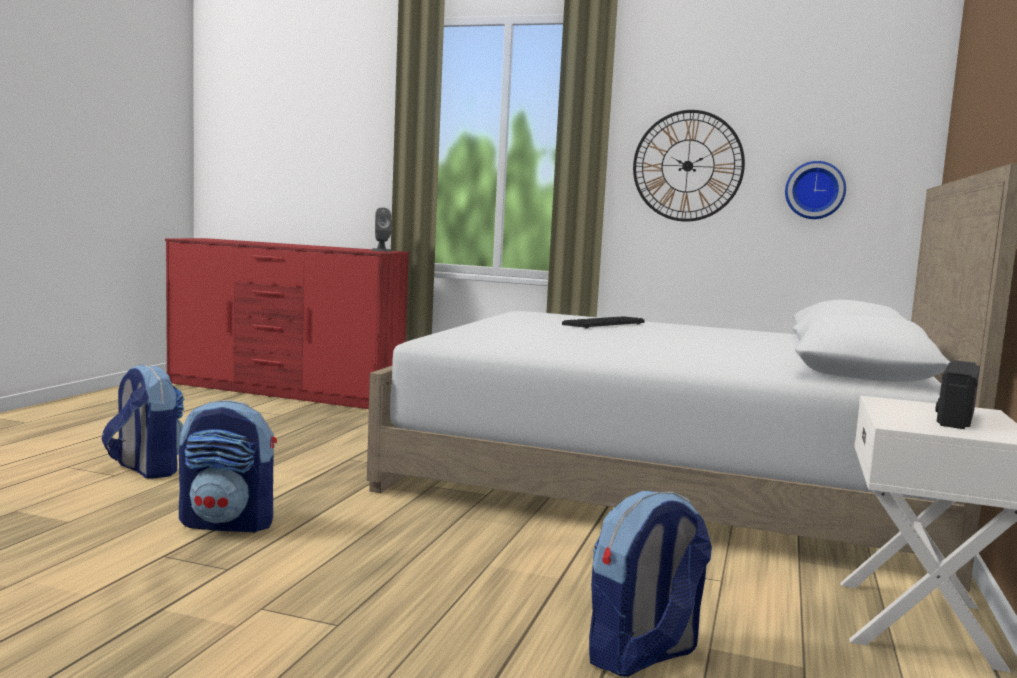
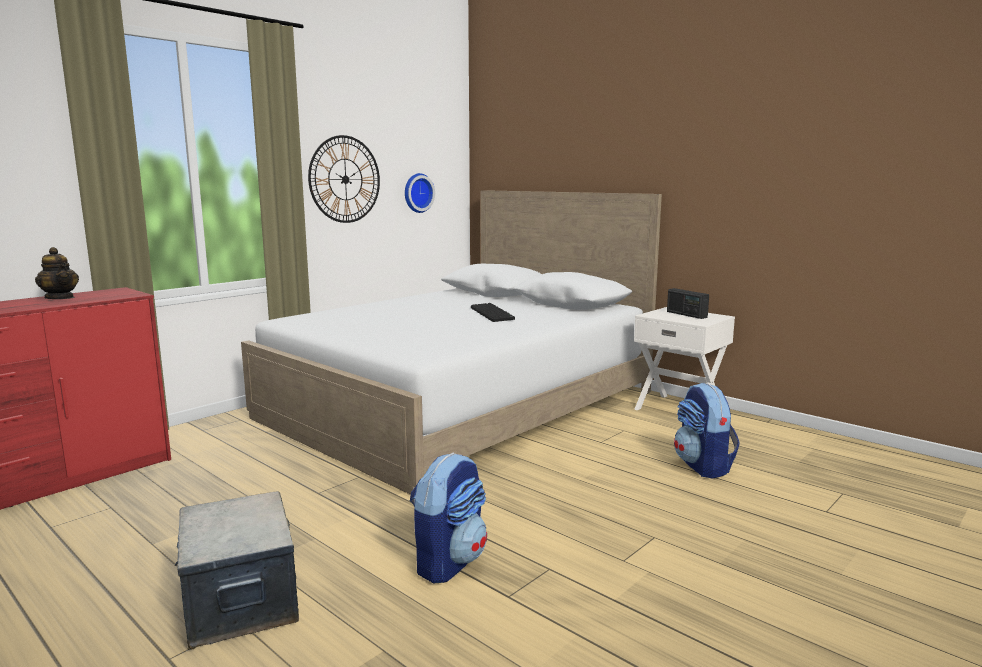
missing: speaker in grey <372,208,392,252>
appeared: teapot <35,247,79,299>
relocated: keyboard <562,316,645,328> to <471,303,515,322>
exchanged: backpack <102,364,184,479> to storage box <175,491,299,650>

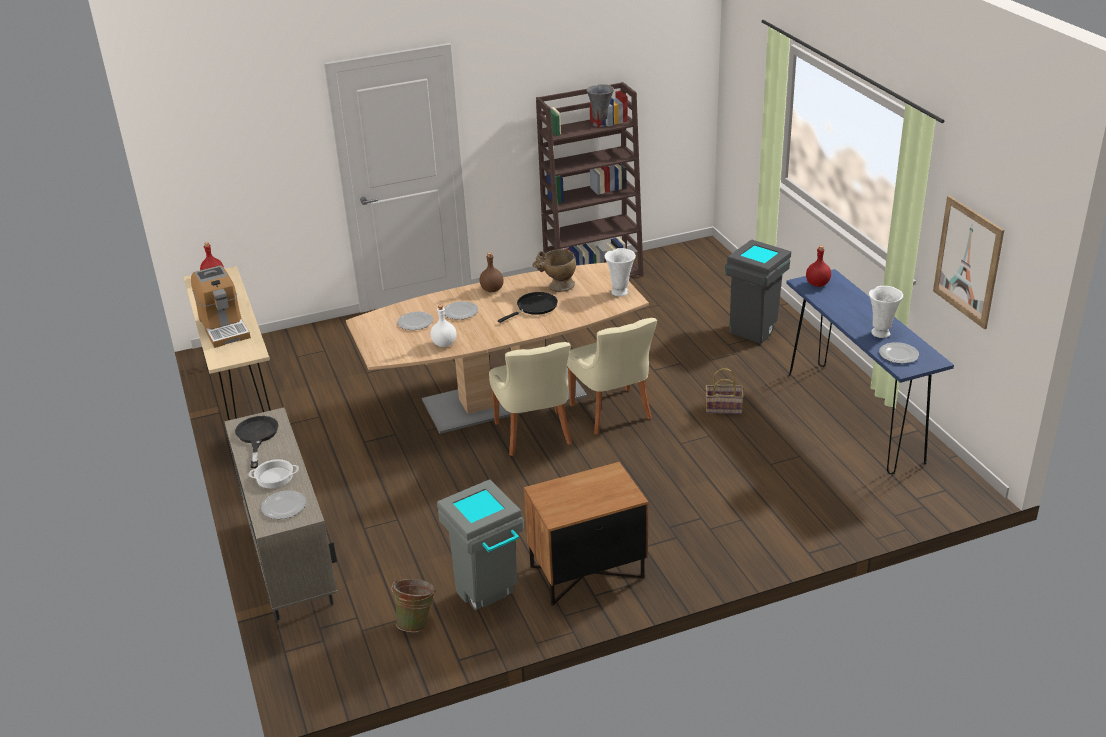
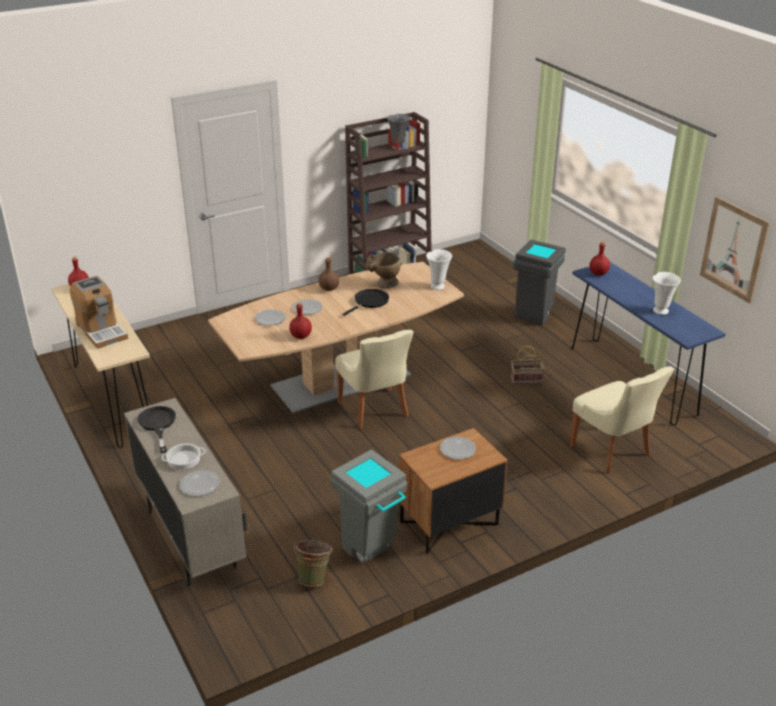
relocated: chair in beige <567,318,657,434> to <570,366,674,474>; plate <879,342,919,364> to <440,437,476,460>
colour: bottle in white <430,305,456,347> to bottle in red <289,302,312,339>

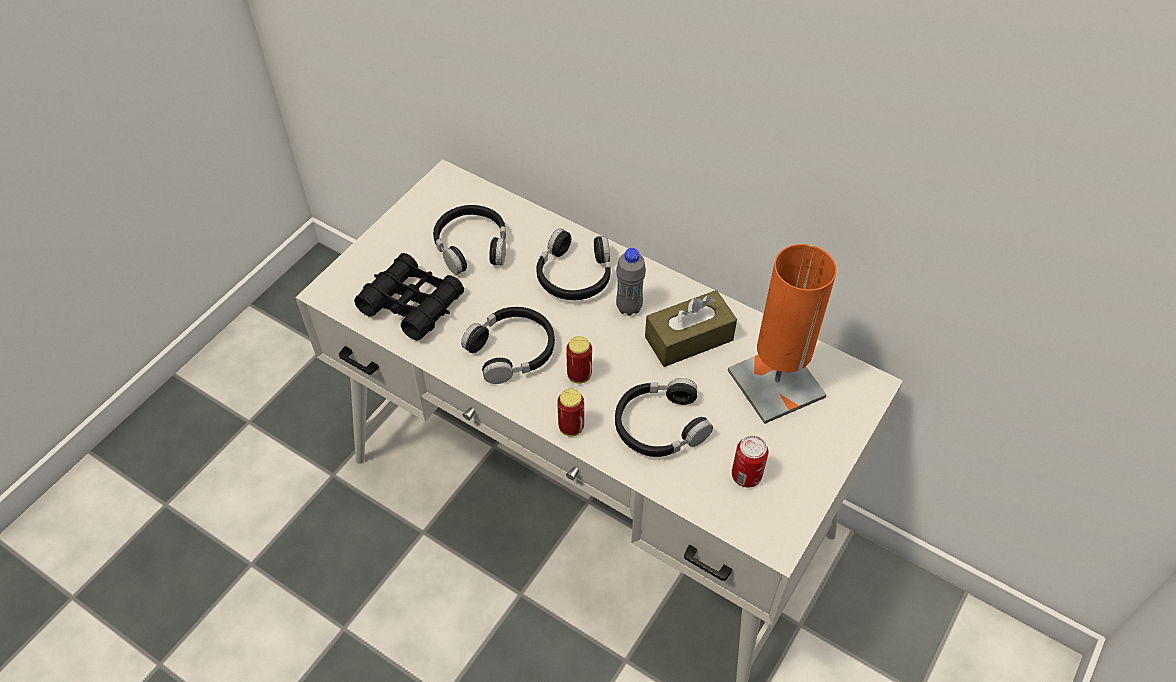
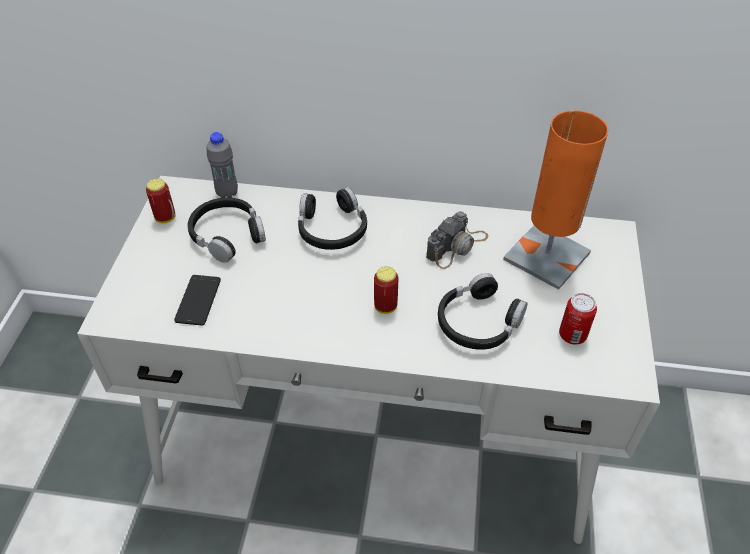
missing: headphones in black <461,307,555,384>
relocated: can <557,389,584,436> to <146,178,175,223>; bottle in grey <616,248,646,316> to <207,132,238,198>
exchanged: binoculars in black <354,253,464,341> to phone <174,275,221,326>; tissue box in brown <645,290,737,367> to photo camera <426,211,488,269>

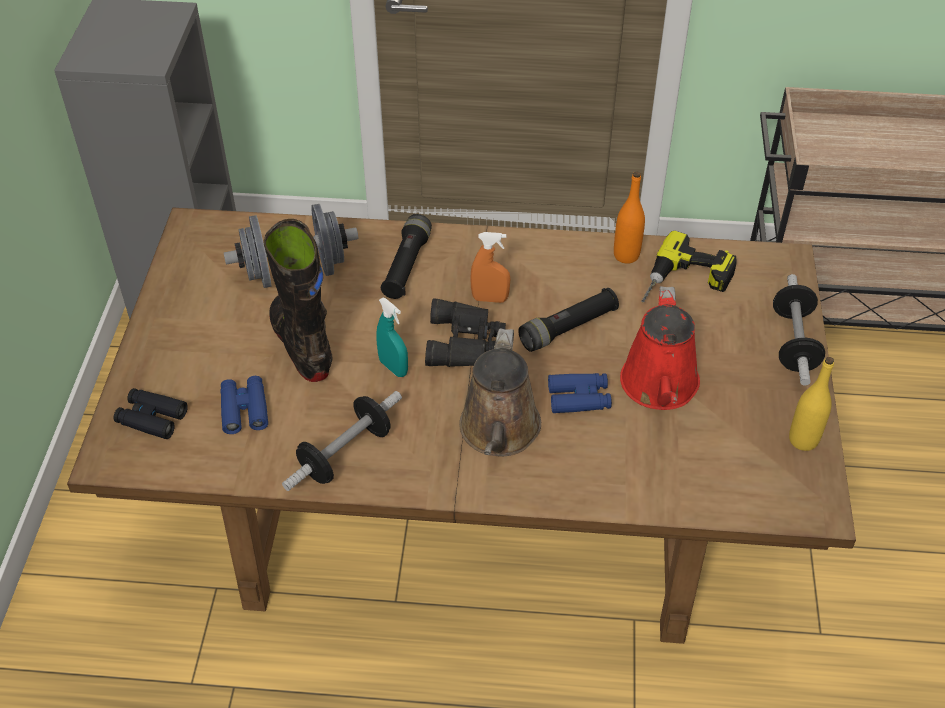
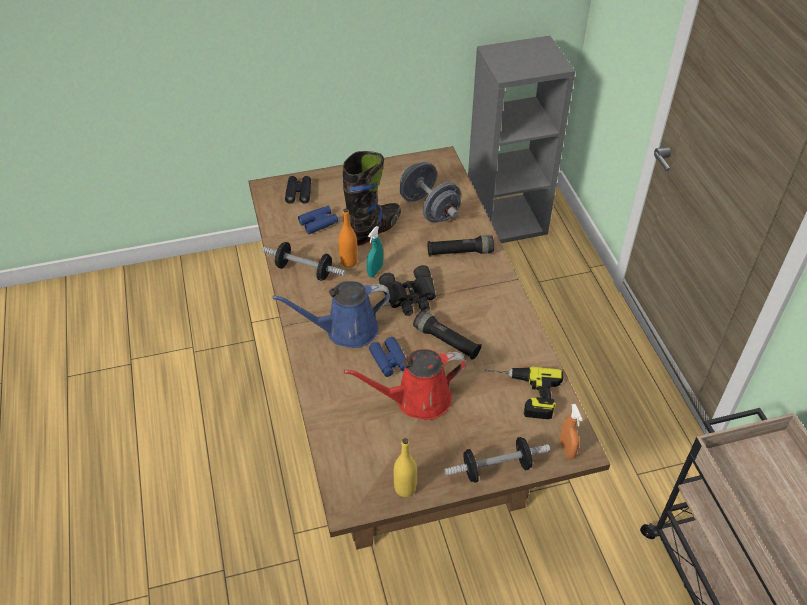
relocated: spray bottle in orange <470,232,510,303> to <560,404,583,459>; bottle in orange <614,172,645,264> to <338,208,358,267>
colour: watering can in brown <459,328,541,456> to watering can in blue <273,281,390,348>

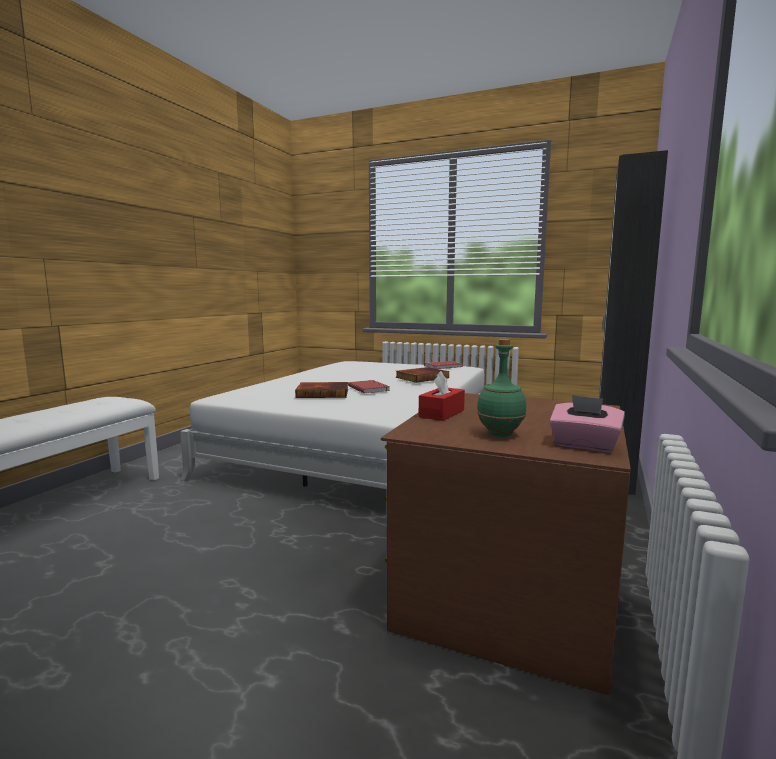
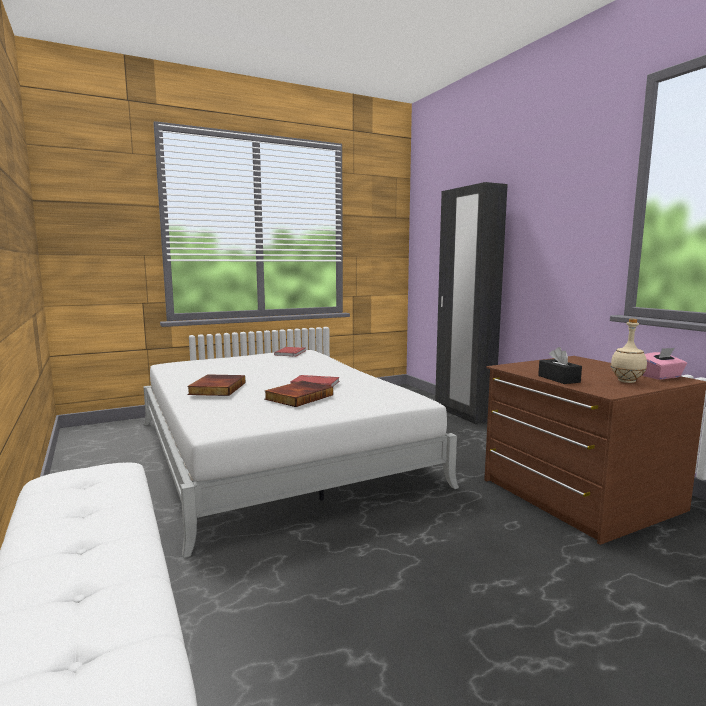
relocated: book <395,367,449,383> to <187,374,246,396>
colour: tissue box in red <419,371,465,421> to tissue box in black <538,347,582,384>; bottle in green <477,339,527,437> to bottle in beige <610,319,647,383>

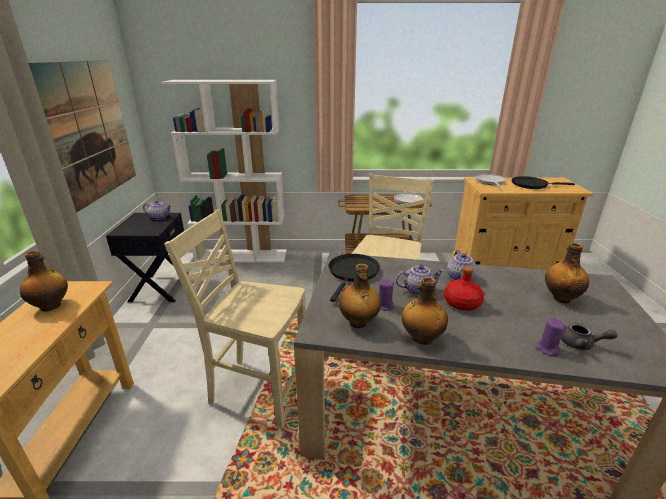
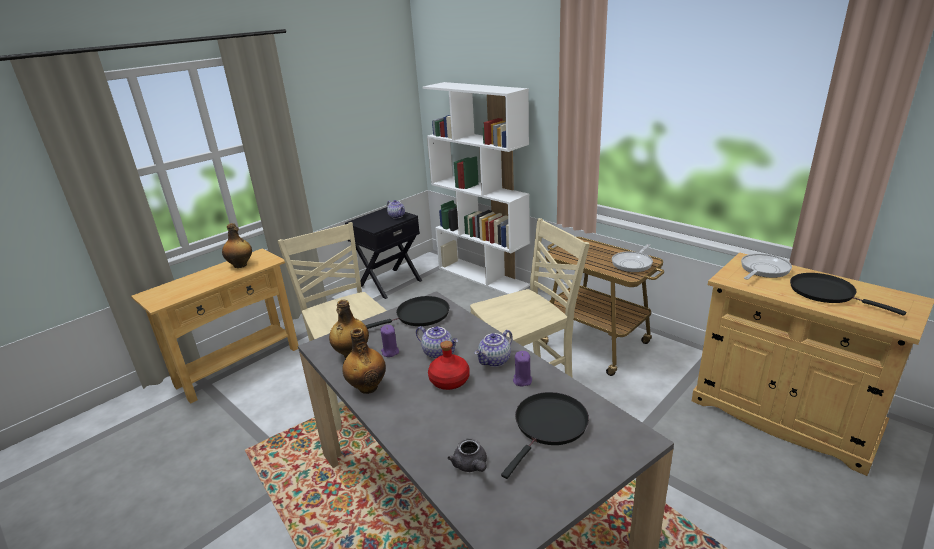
missing: picture <29,60,136,213>
relocated: candle in purple <535,317,566,356> to <513,351,532,387>
exchanged: bottle <545,242,589,304> to frying pan in black <501,392,589,479>

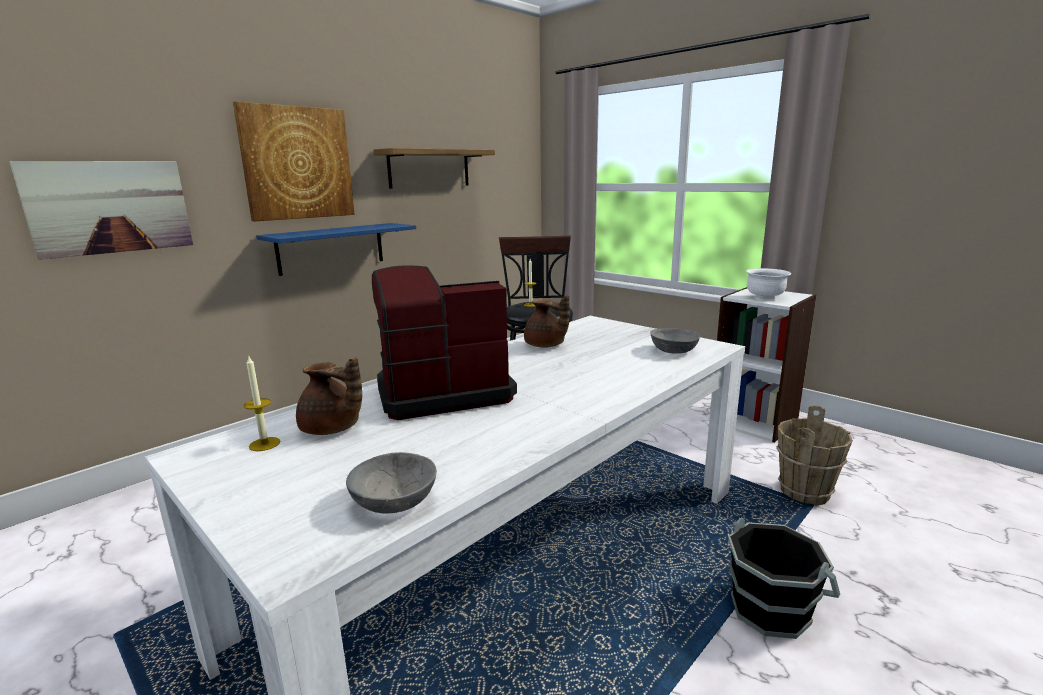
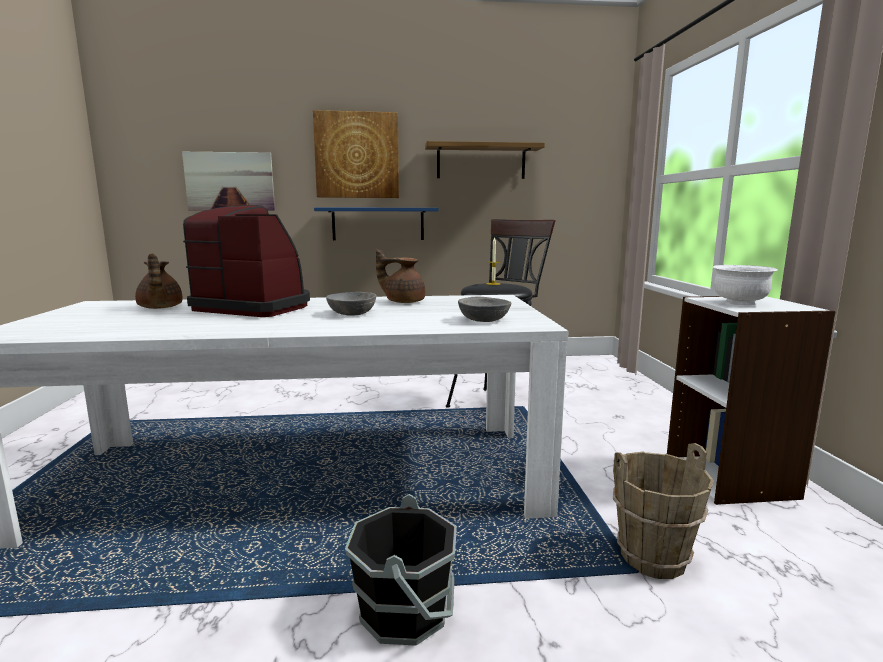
missing: candle <243,355,281,451>
relocated: bowl in grey <346,452,437,513> to <326,292,376,316>
spun: teapot in brown <524,295,570,348> = <376,249,425,303> 105 degrees clockwise

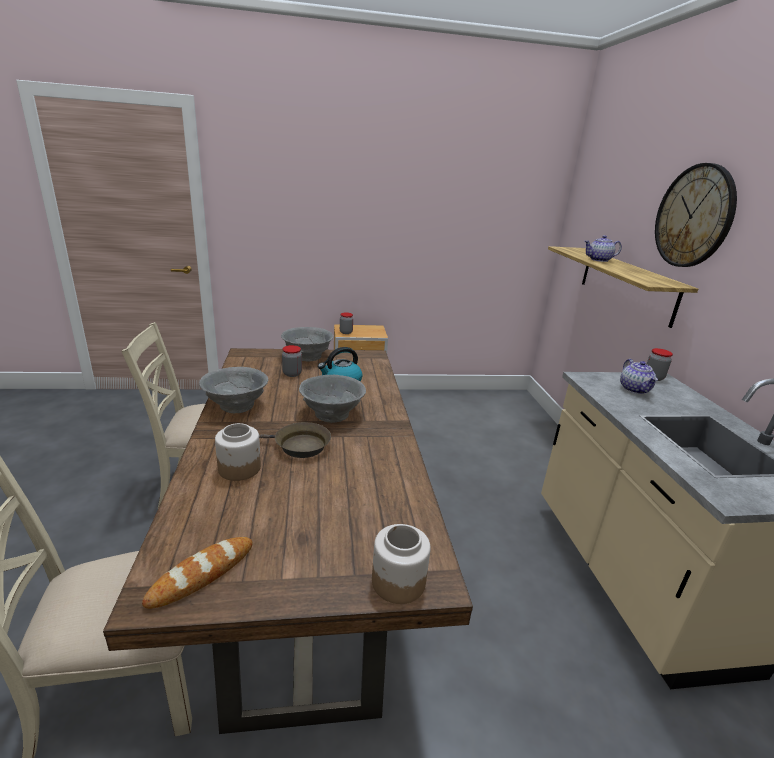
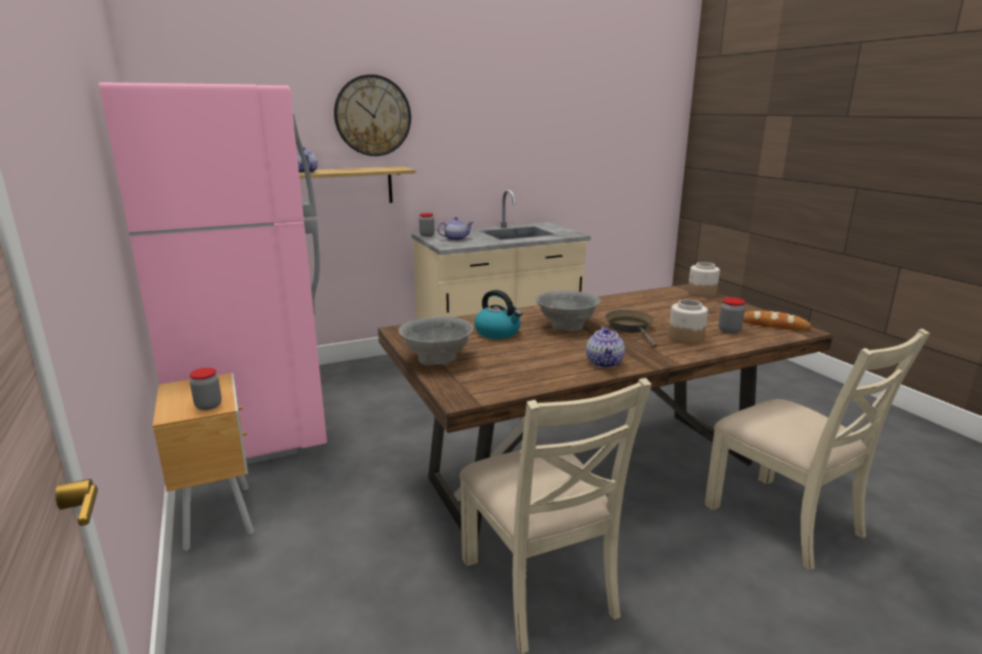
appeared: fridge in pink <99,82,327,464>
relocated: jar <282,345,302,377> to <719,297,745,334>
exchanged: bowl in grey <199,367,268,414> to teapot <586,326,625,368>

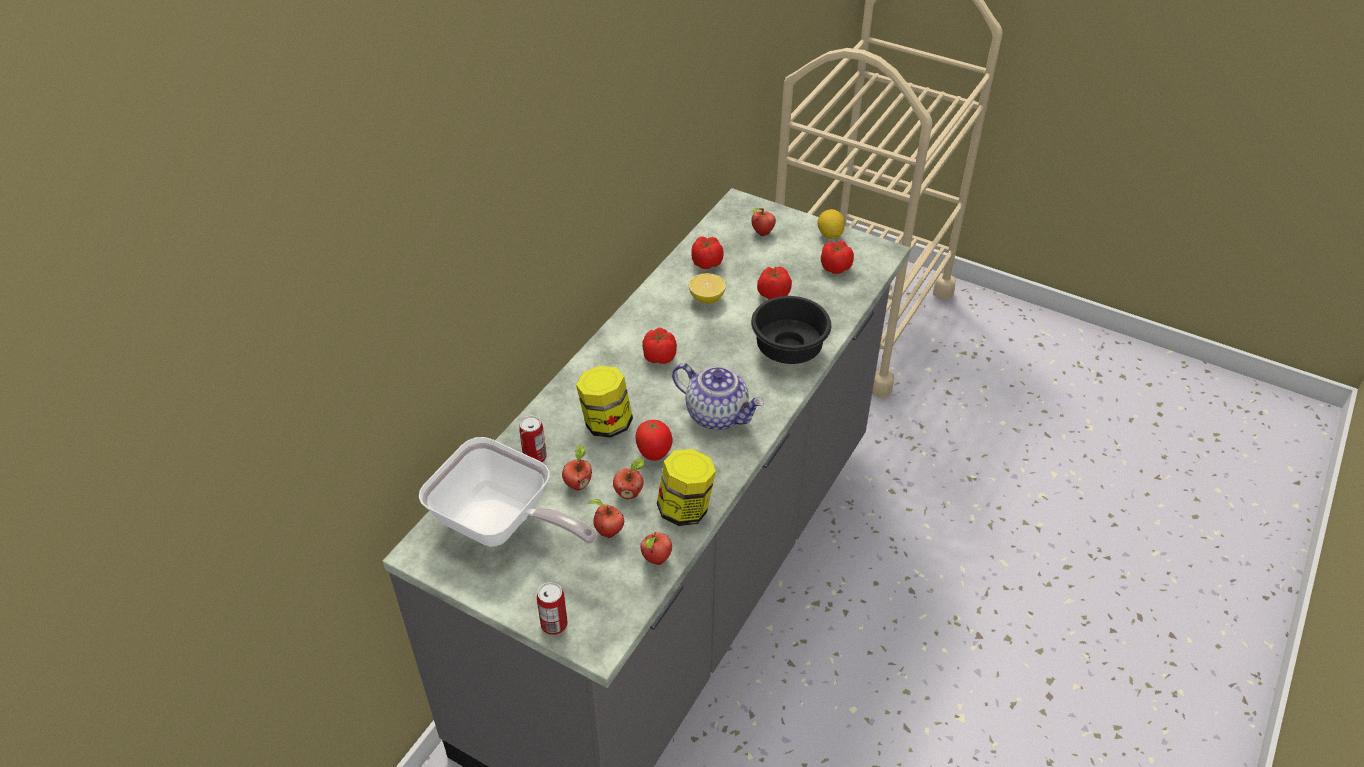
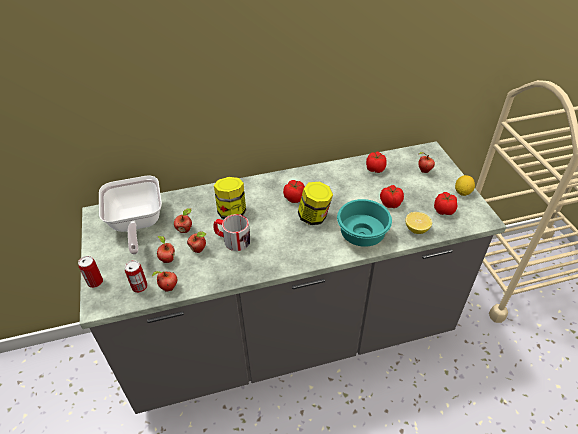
missing: teapot <672,363,764,430>
relocated: can <519,416,547,462> to <125,260,148,293>; jar <657,449,716,526> to <298,182,333,225>; lemon <689,273,726,304> to <405,212,432,234>
exchanged: tomato <635,420,672,461> to mug <214,214,251,251>
colour: bowl in black <751,296,831,364> to bowl in turquoise <337,199,392,247>

